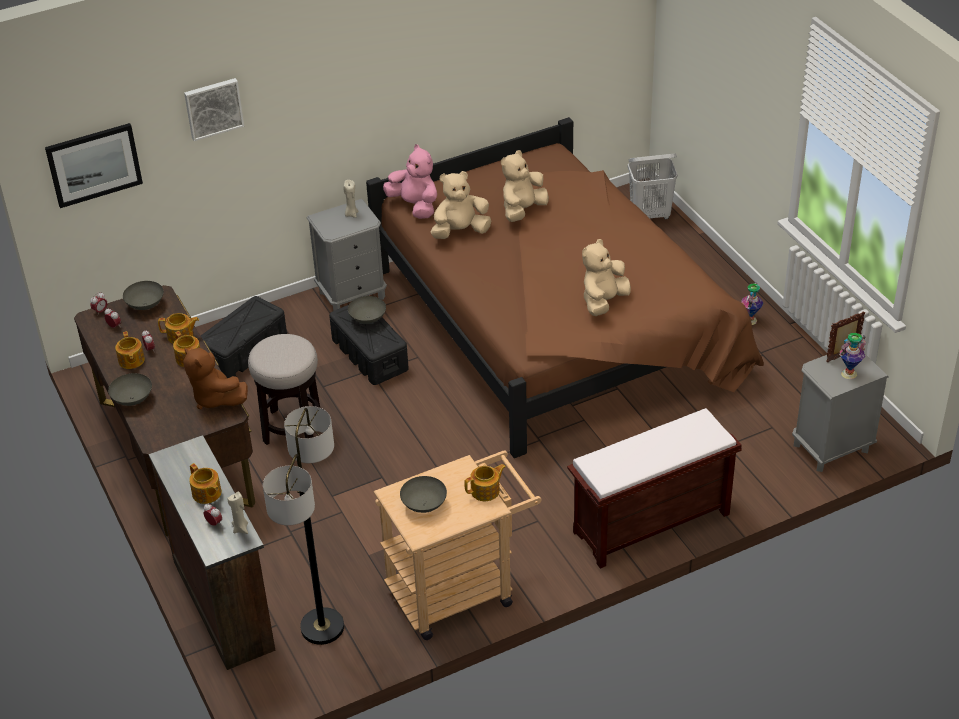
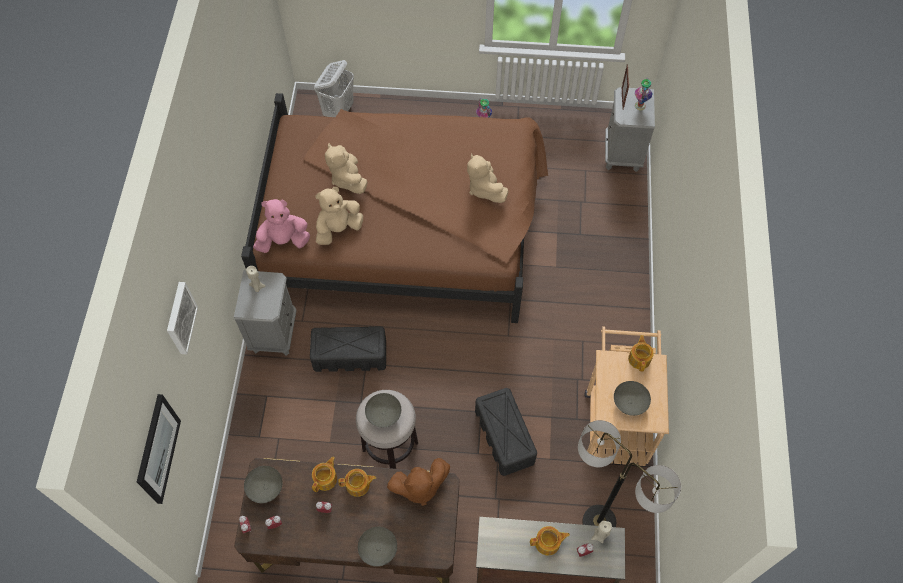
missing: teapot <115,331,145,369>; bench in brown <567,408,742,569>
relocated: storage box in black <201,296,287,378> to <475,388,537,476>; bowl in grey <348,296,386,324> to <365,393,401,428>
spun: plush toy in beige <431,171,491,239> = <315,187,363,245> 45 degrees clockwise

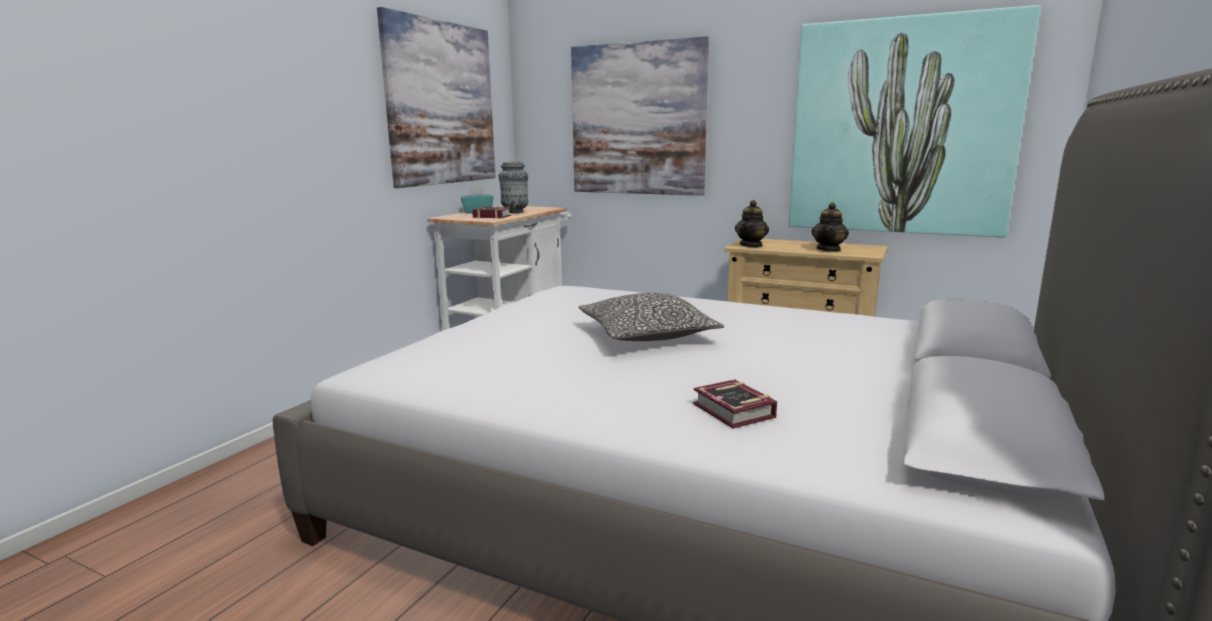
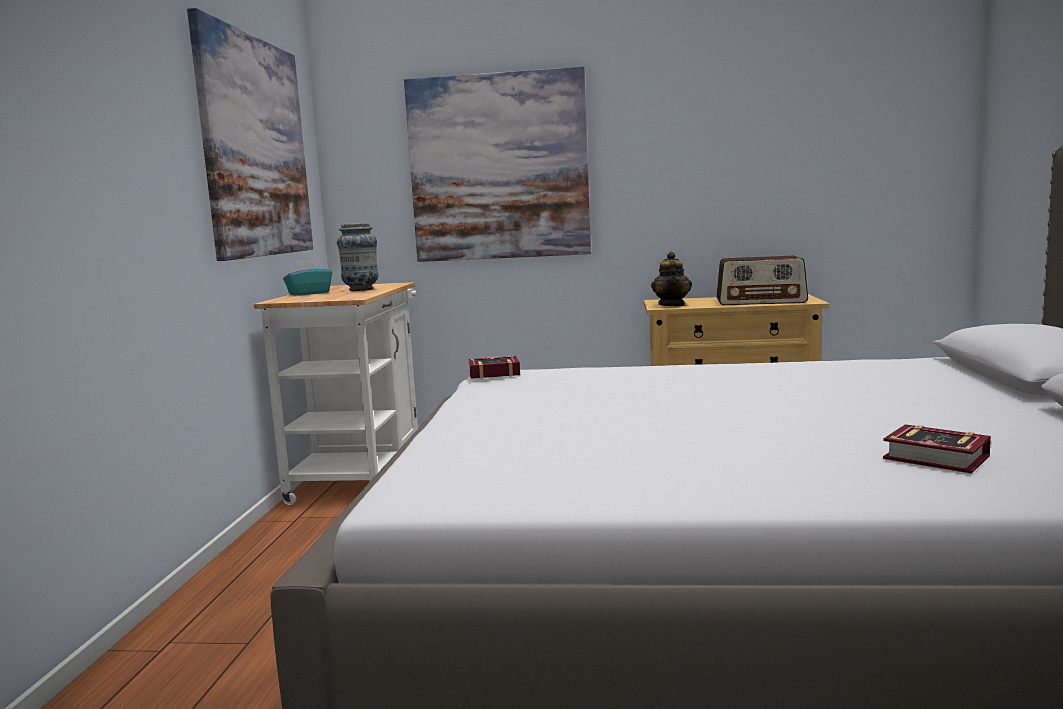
missing: pillow <579,293,724,341>; picture <789,5,1041,238>
relocated: book <472,206,511,219> to <468,356,520,379>
exchanged: teapot <811,202,849,252> to radio <716,256,808,305>

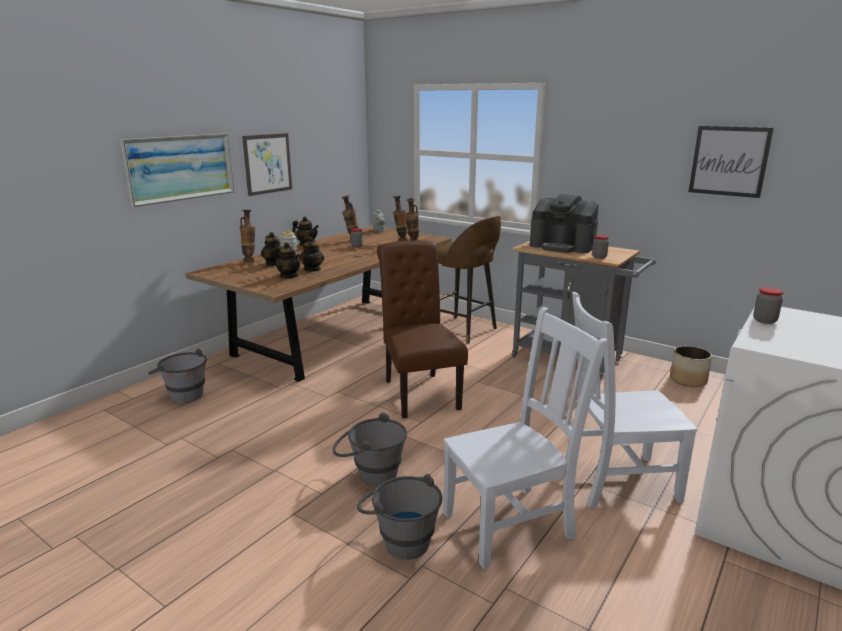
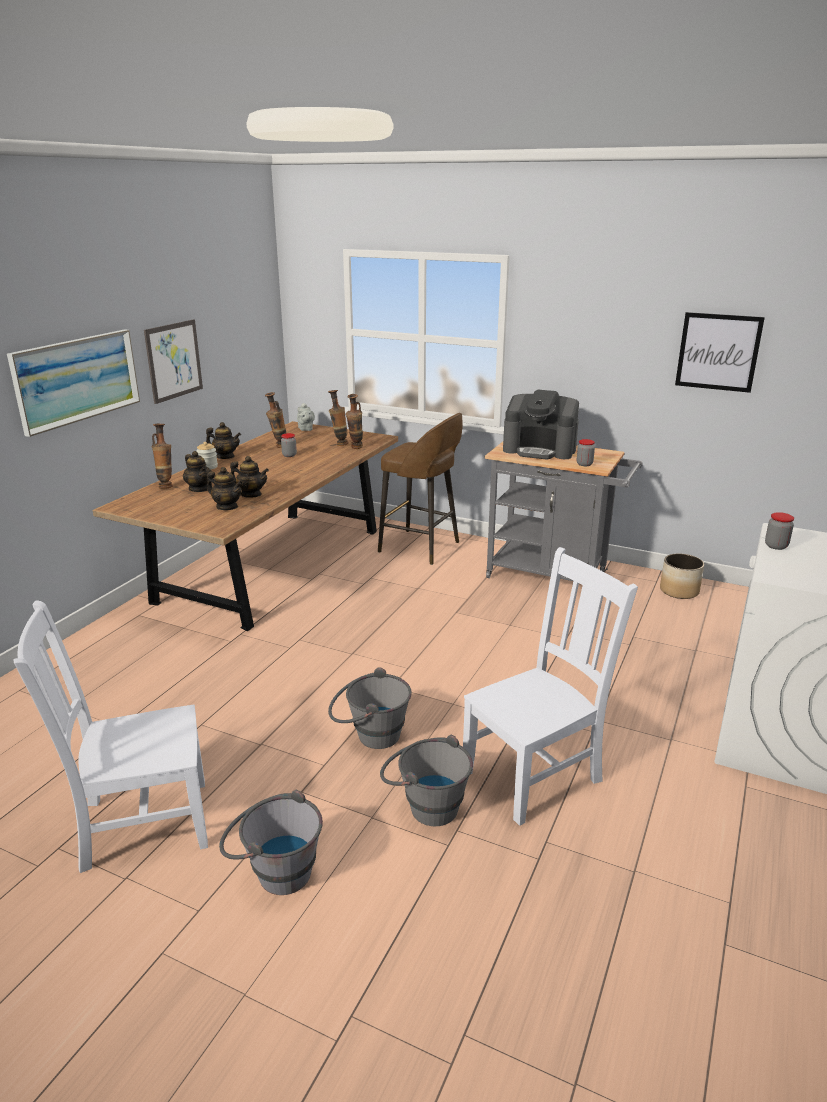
missing: chair in brown <377,240,468,418>
relocated: bucket in grey <148,348,207,403> to <219,790,323,895>; chair in white <565,292,697,508> to <13,600,208,873>
spun: teapot <299,236,324,272> = <230,456,269,498> 60 degrees counterclockwise

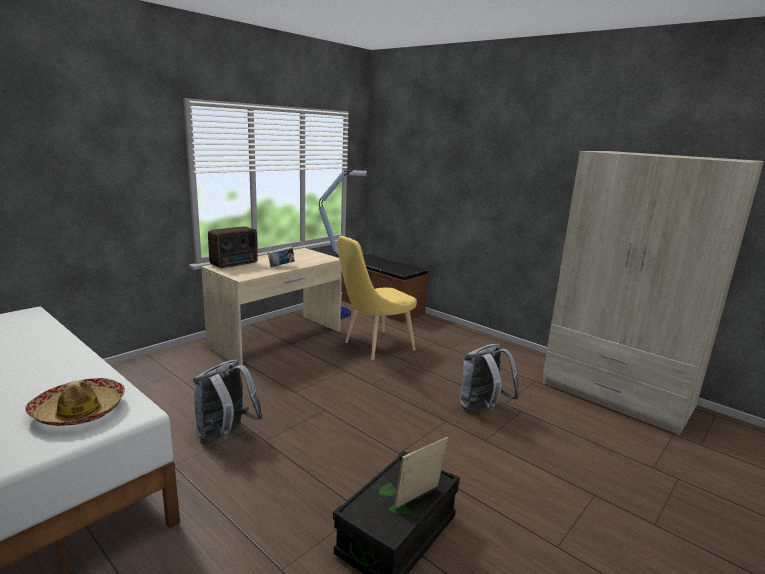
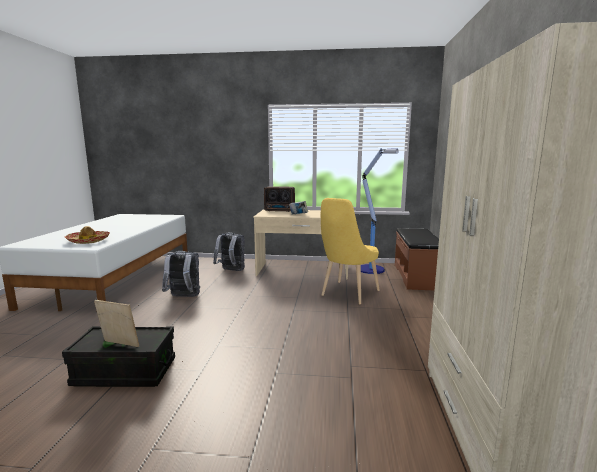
relocated: backpack in grey <459,344,519,411> to <213,232,245,271>
spun: chair in yellow <337,236,417,361> = <321,198,380,304> 75 degrees counterclockwise

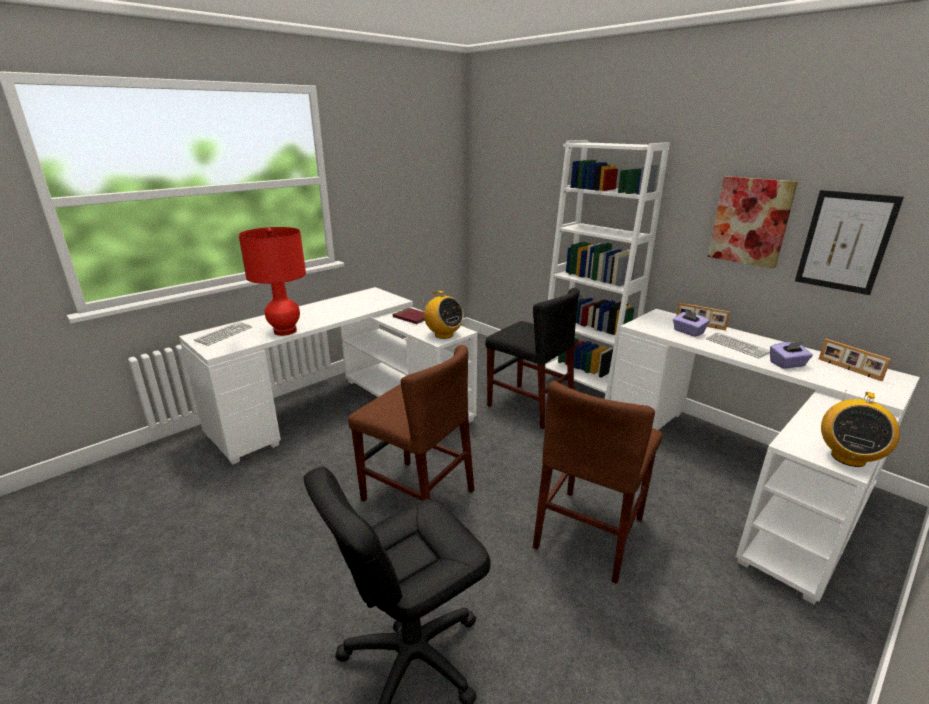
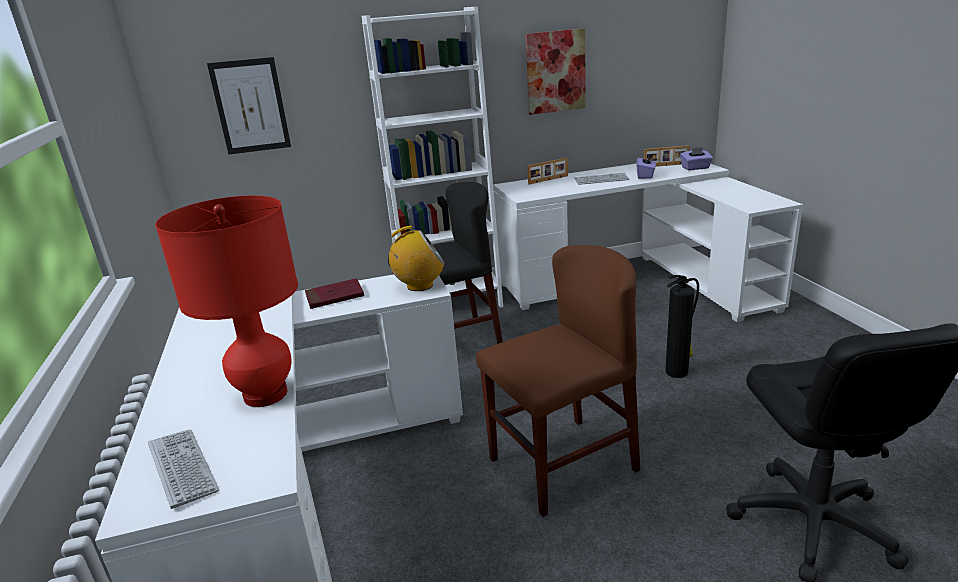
missing: radio <821,390,900,467>
relocated: tissue box in purple <673,310,709,337> to <680,147,713,170>; picture <795,190,904,295> to <207,57,291,154>
exchanged: chair in brown <533,381,662,584> to fire extinguisher <665,275,699,378>

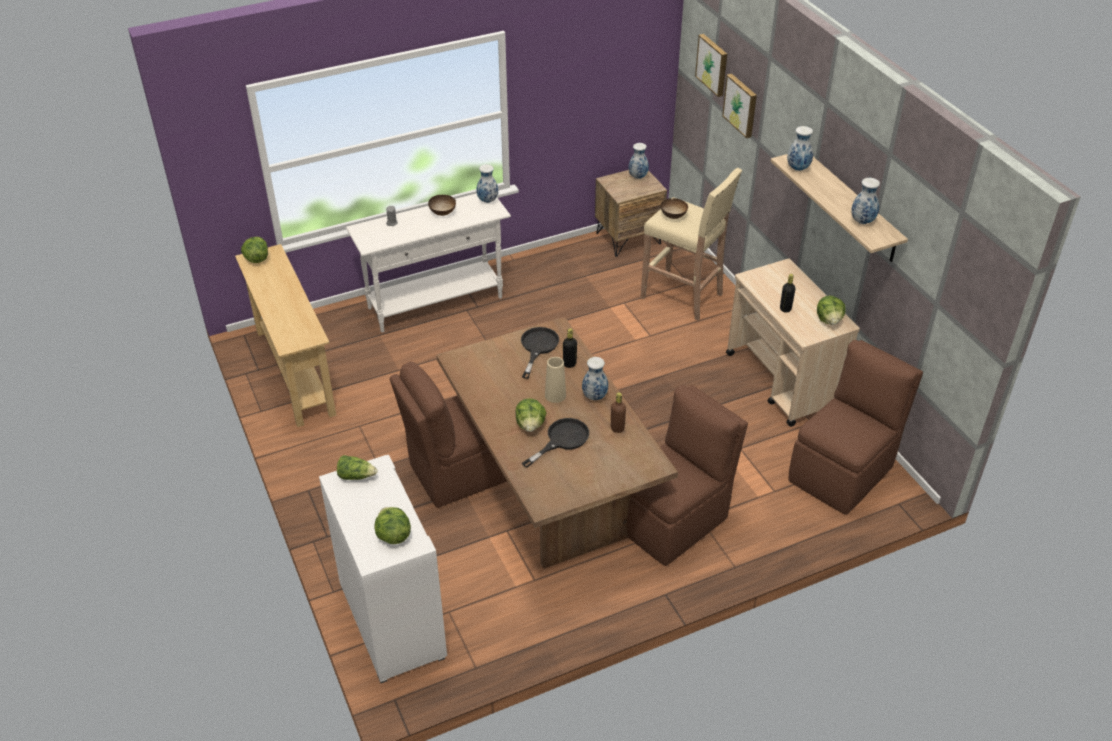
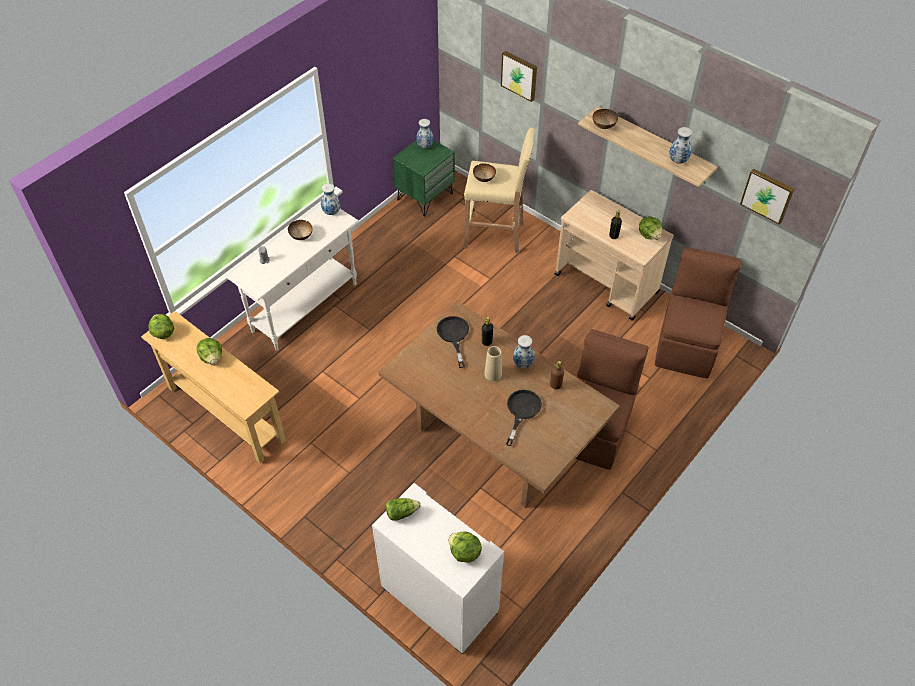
missing: chair in brown <390,362,507,508>
relocated: lettuce <515,398,546,432> to <197,338,222,365>; picture <695,34,727,97> to <740,168,794,225>
exchanged: vase <787,126,813,171> to bowl <593,109,618,129>
colour: nightstand in brown <595,170,667,257> to nightstand in green <392,140,455,217>

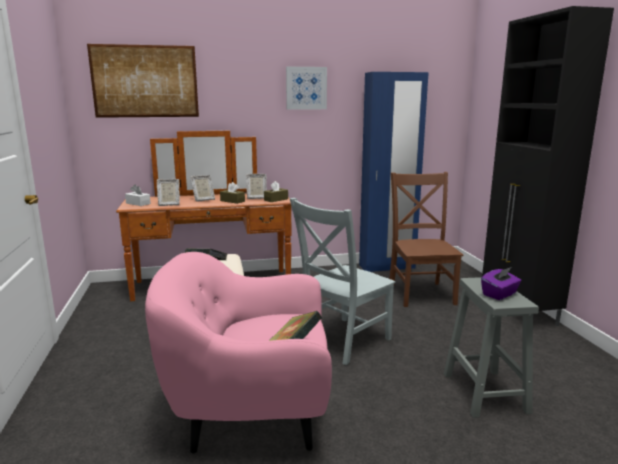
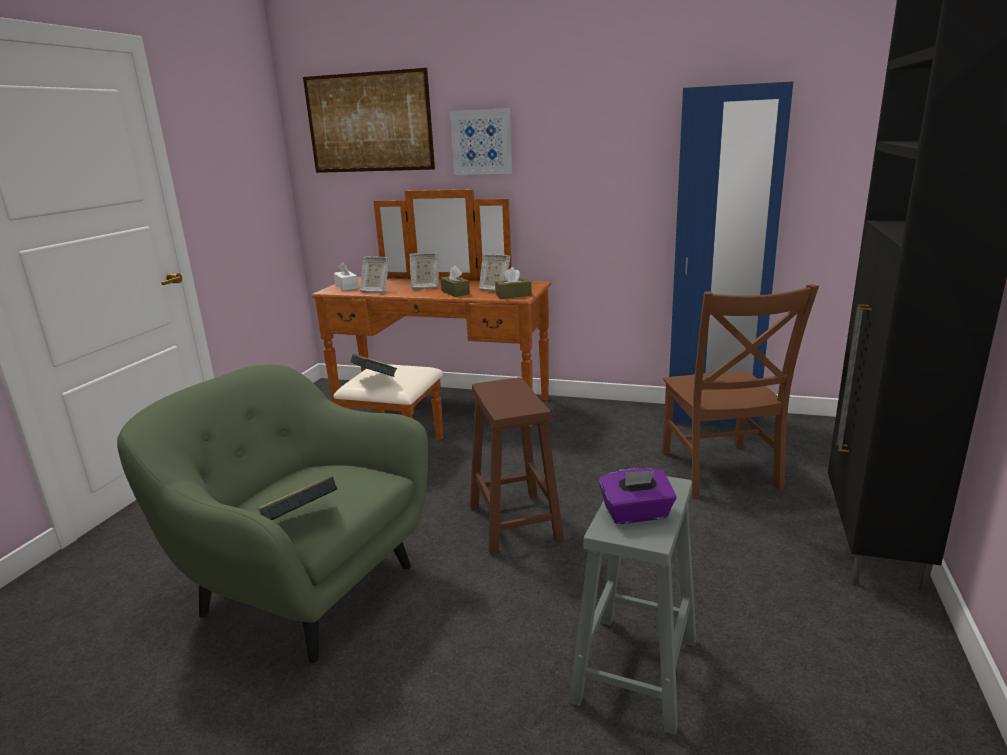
relocated: picture <286,67,327,110> to <450,108,512,175>
exchanged: chair in grey <289,198,396,365> to stool in brown <470,377,564,555>
colour: armchair in pink <145,252,332,454> to armchair in green <117,365,428,663>
spun: chair in brown <389,172,463,307> = <662,284,819,498> 150 degrees clockwise

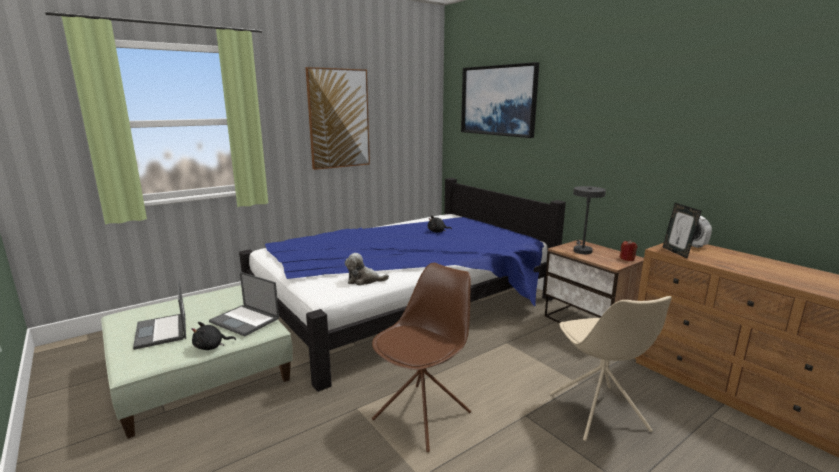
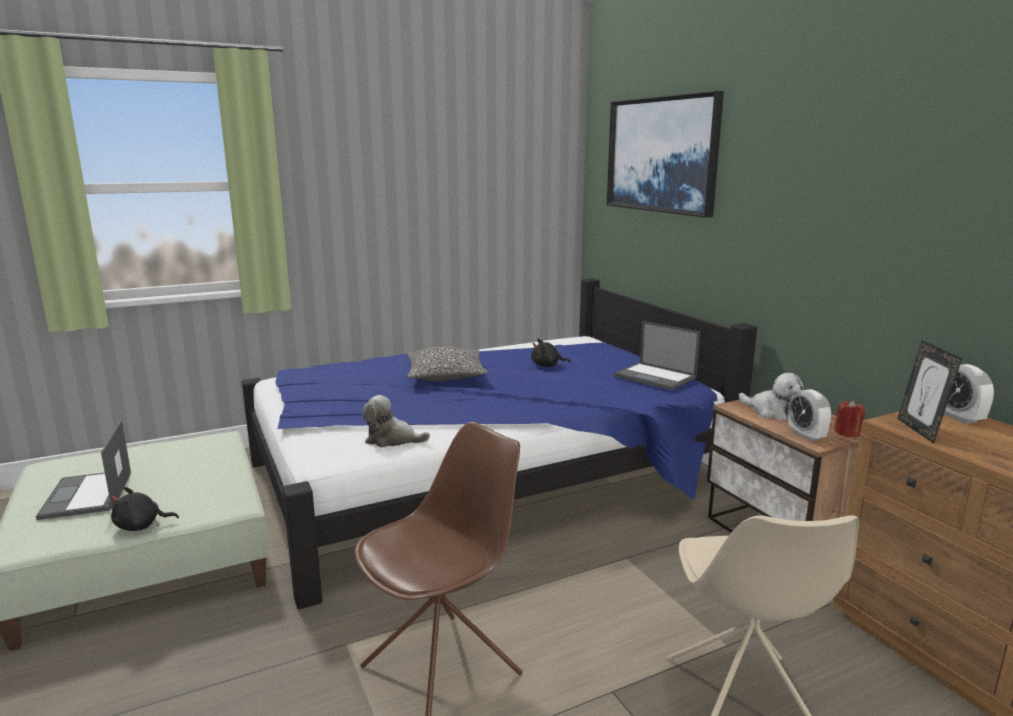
missing: picture <306,67,370,170>
appeared: pillow <407,347,488,381>; alarm clock <788,389,831,441>
relocated: laptop <209,272,279,337> to <614,321,700,390>
exchanged: table lamp in grey <573,186,606,254> to plush toy <739,373,804,420>

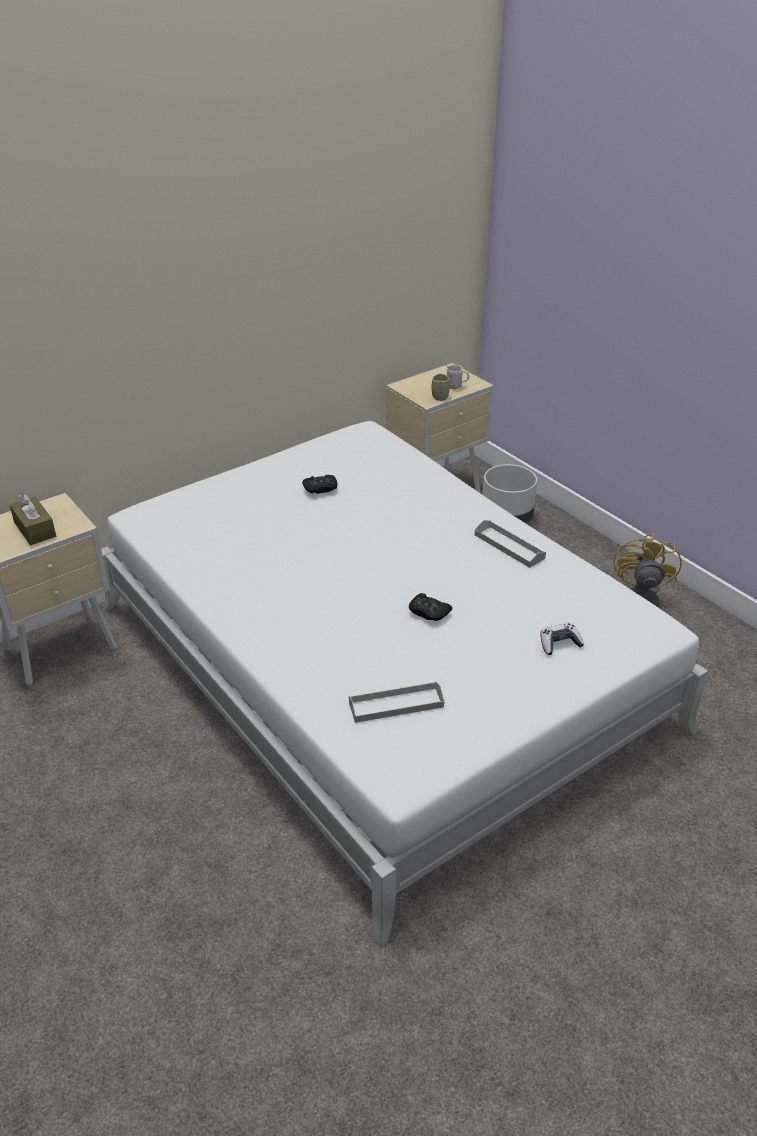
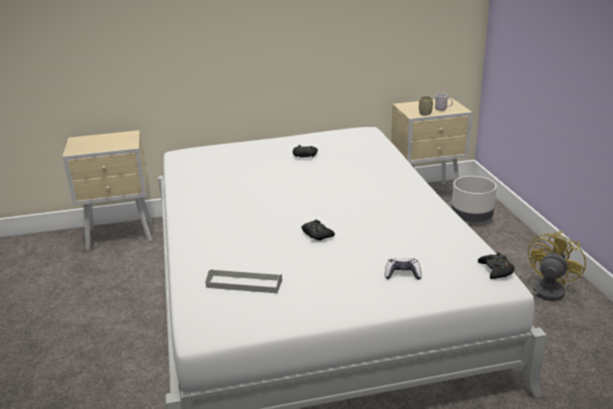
missing: tissue box in brown <10,494,56,545>; tray in grey <475,520,546,568>
appeared: game controller in black <478,252,515,279>

